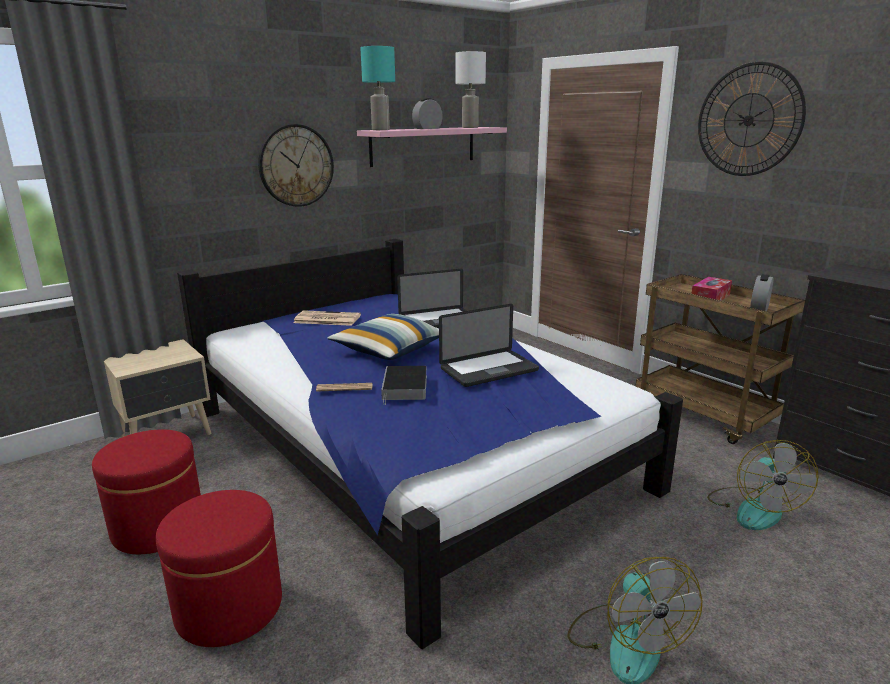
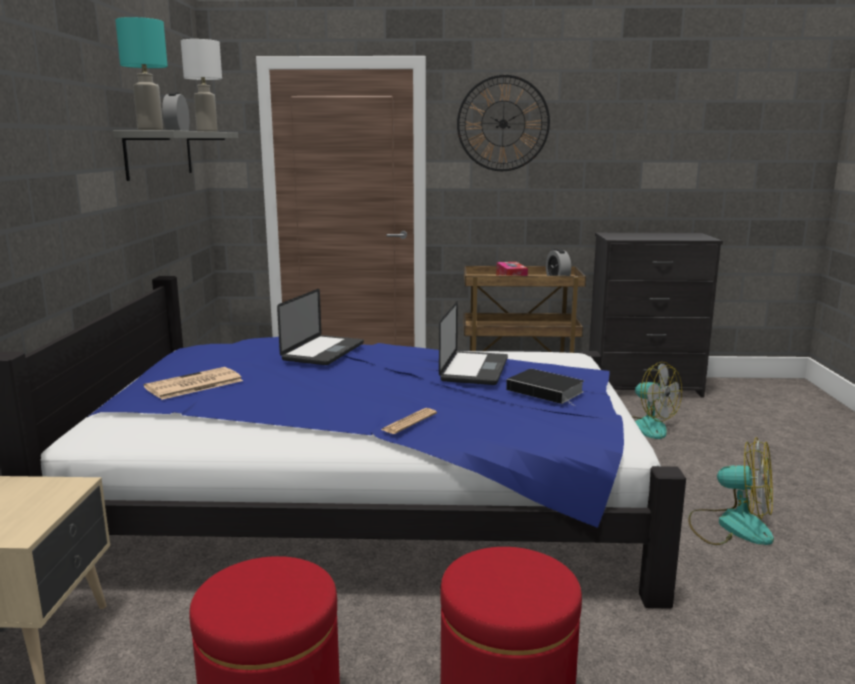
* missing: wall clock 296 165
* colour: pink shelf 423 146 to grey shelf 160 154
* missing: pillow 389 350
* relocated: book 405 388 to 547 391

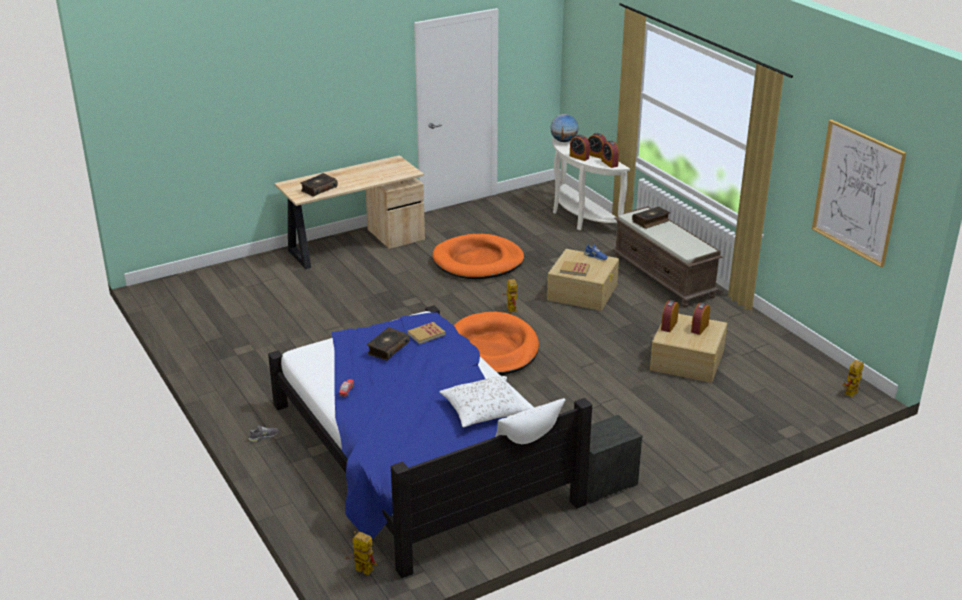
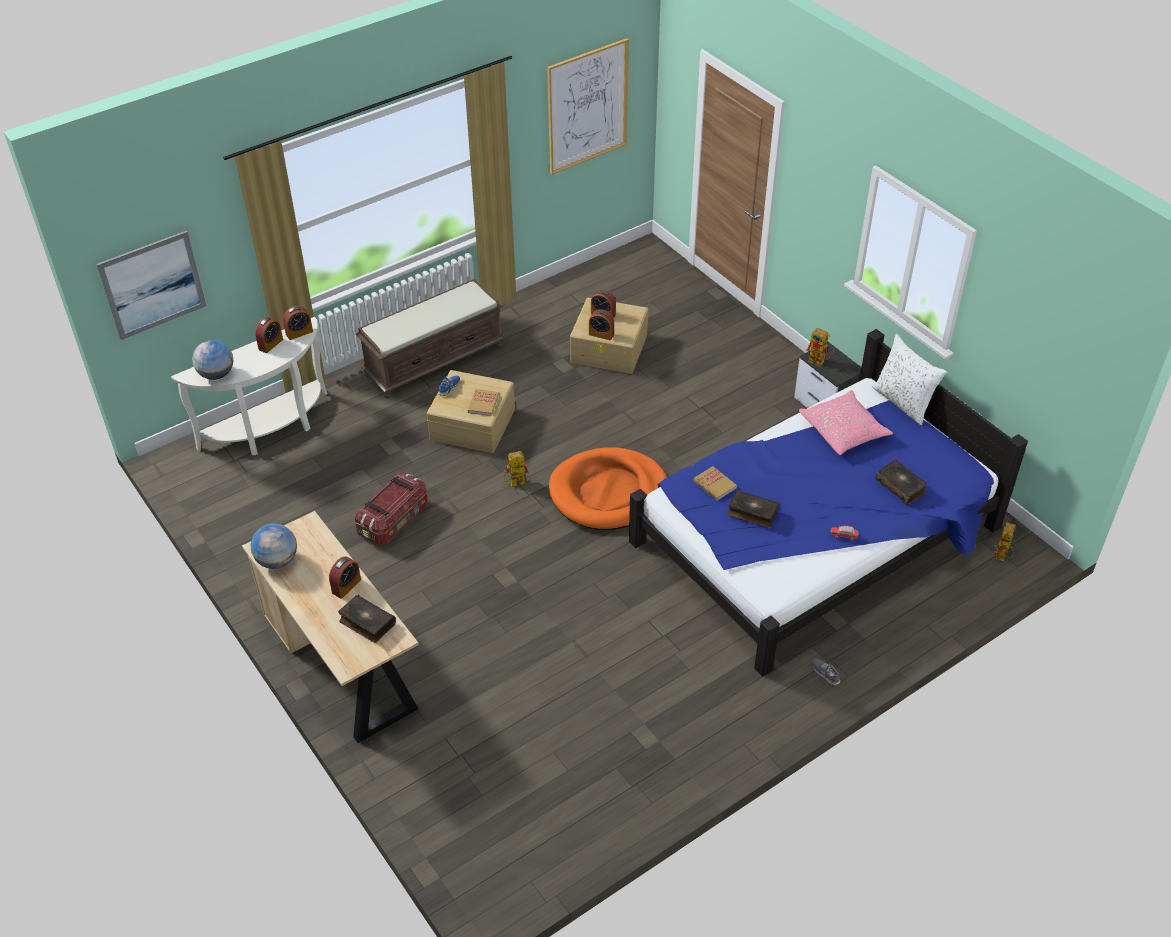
* relocated: alarm clock 579 157 to 346 586
* relocated: book 651 221 to 900 486
* exchanged: orange dog bed 478 261 to storage box 395 521
* relocated: toy robot 850 395 to 819 362
* colour: white pillow 484 411 to pink pillow 844 430
* appeared: picture 152 285
* appeared: globe 277 560

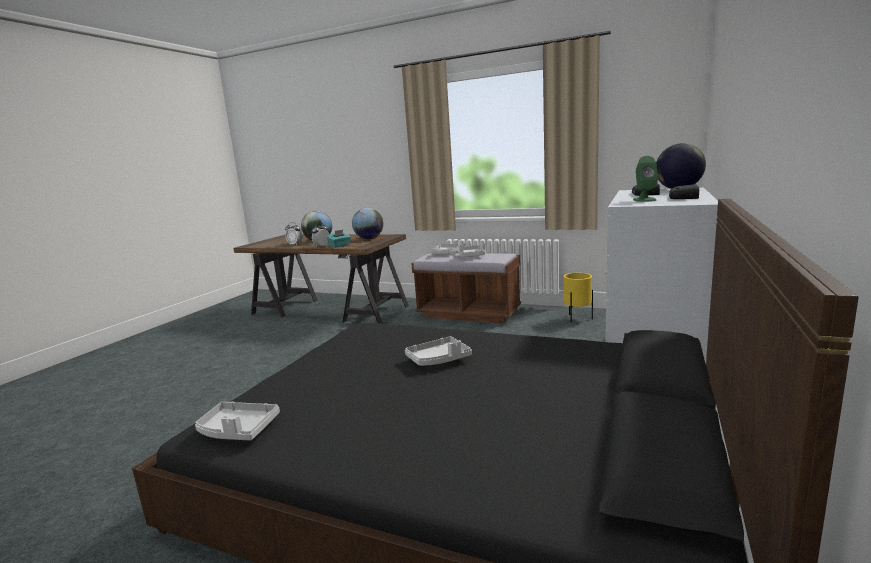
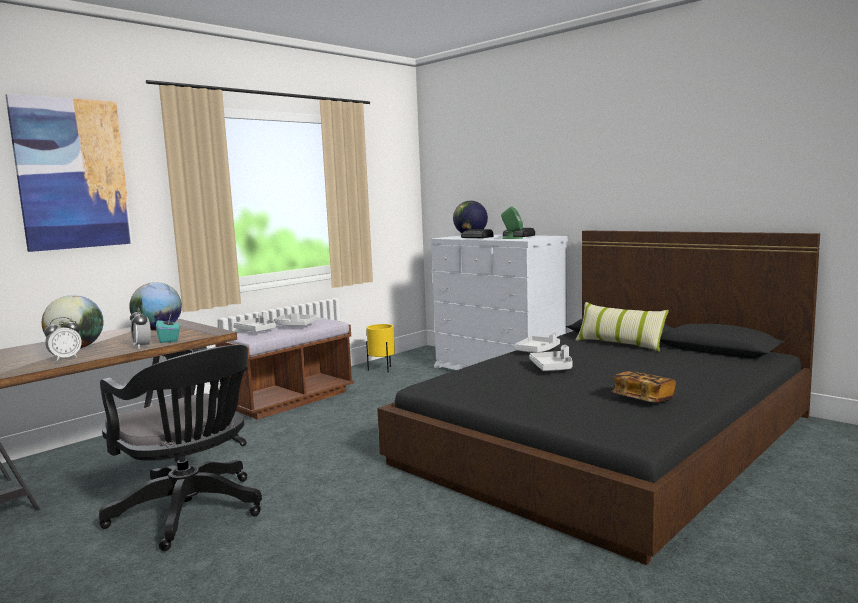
* relocated: grey tray 238 430 to 537 351
* appeared: picture 72 174
* appeared: pillow 619 344
* appeared: black office chair 192 513
* appeared: book 643 399

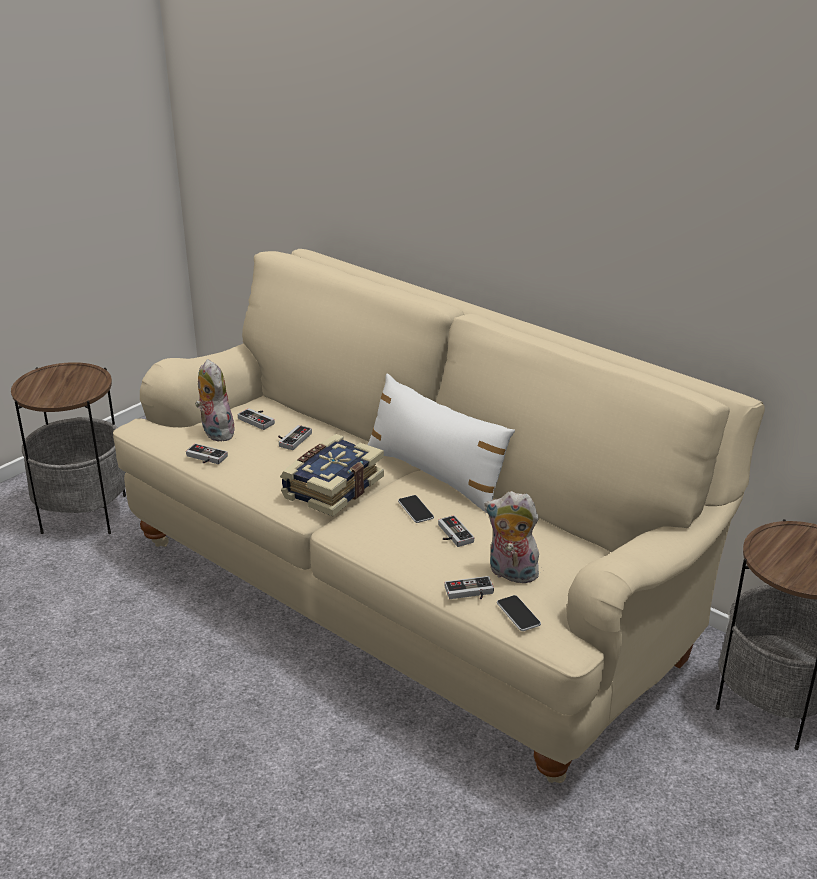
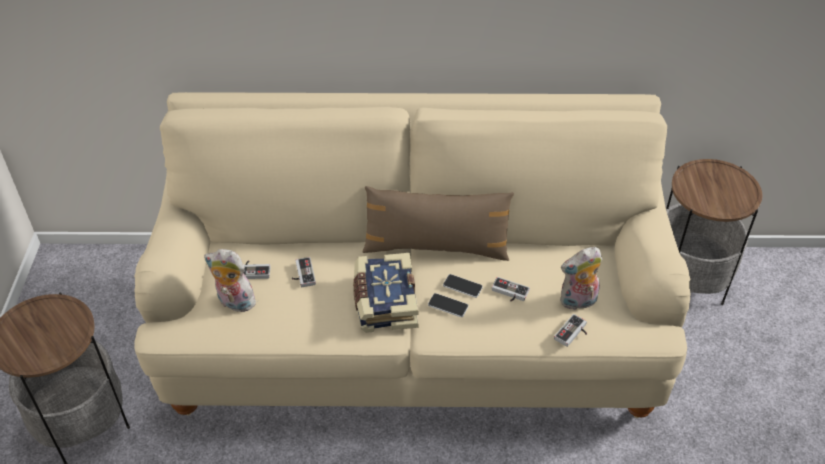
* colour: white pillow 436 475 to brown pillow 436 247
* missing: game controller 204 458
* relocated: phone 518 614 to 448 306

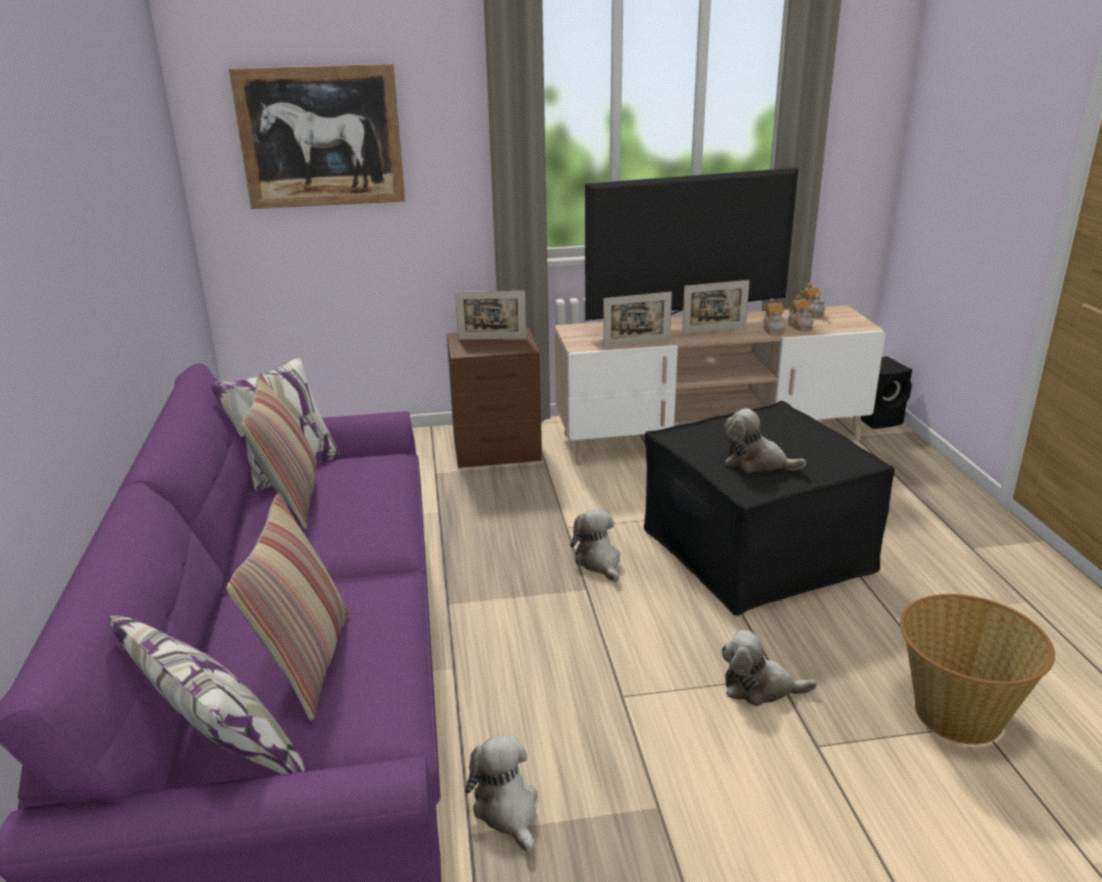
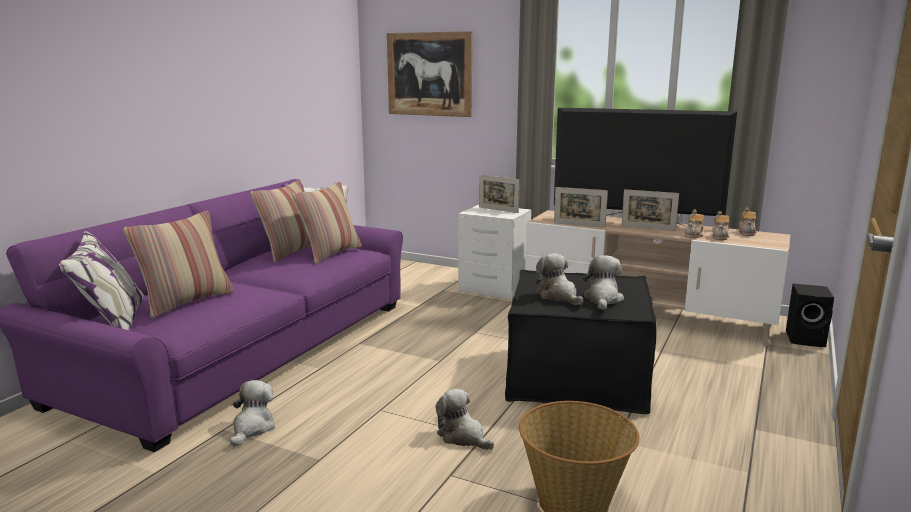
* colour: brown nightstand 498 450 to white nightstand 495 289
* relocated: plush toy 598 562 to 602 299
* appeared: pillow 331 254

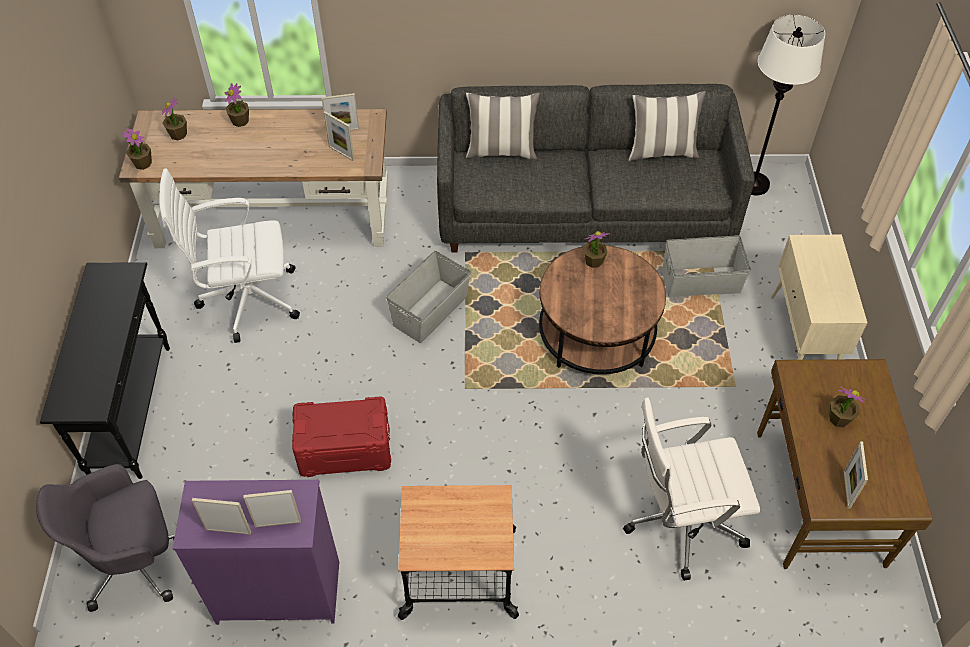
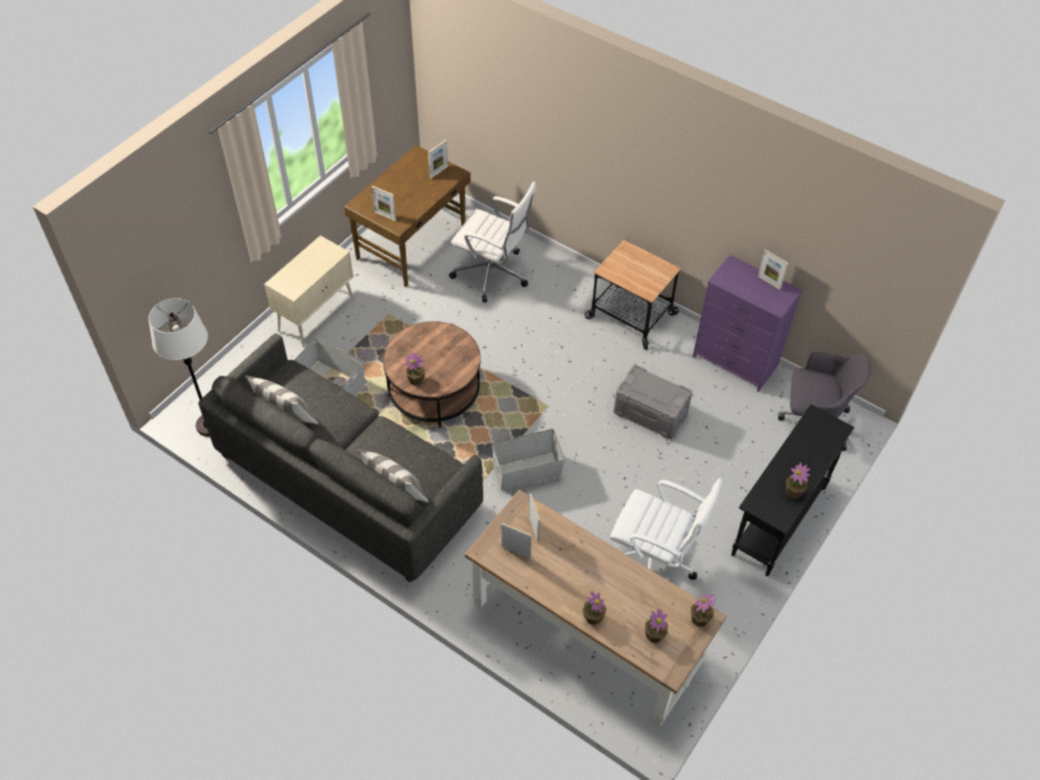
* relocated: potted plant 839 418 to 793 492
* colour: red storage box 344 449 to grey storage box 650 413
* relocated: picture frame 278 523 to 385 216

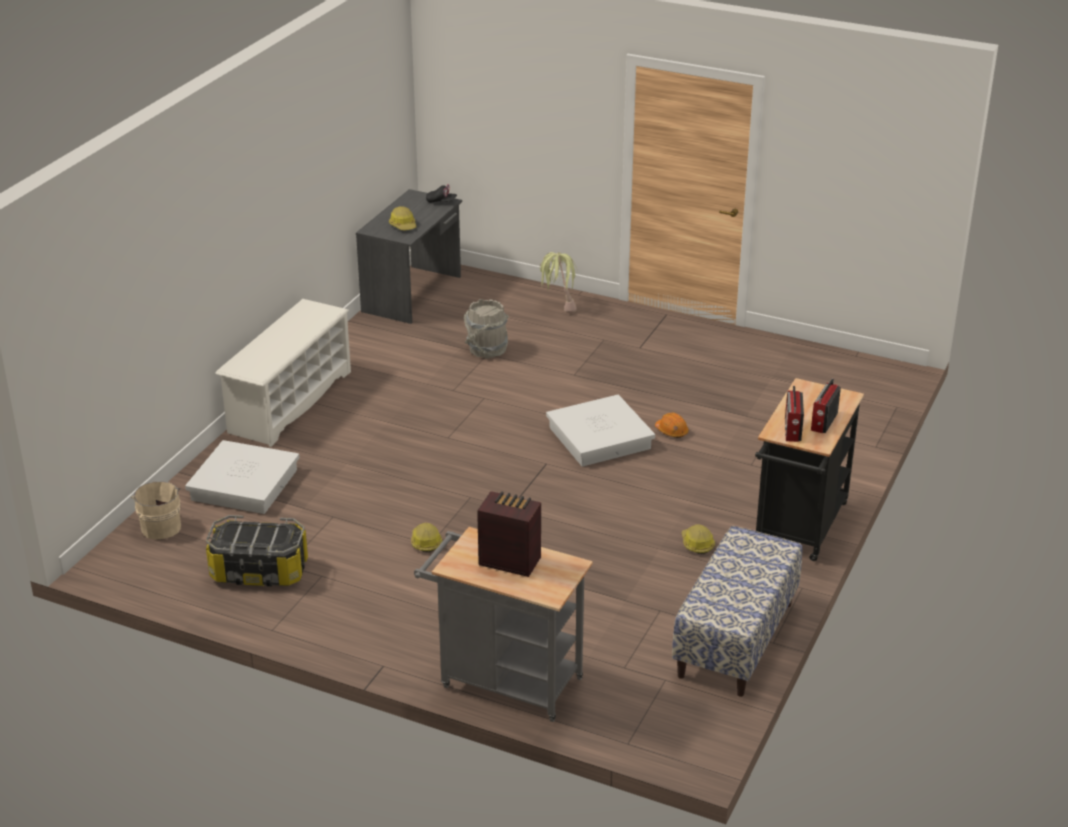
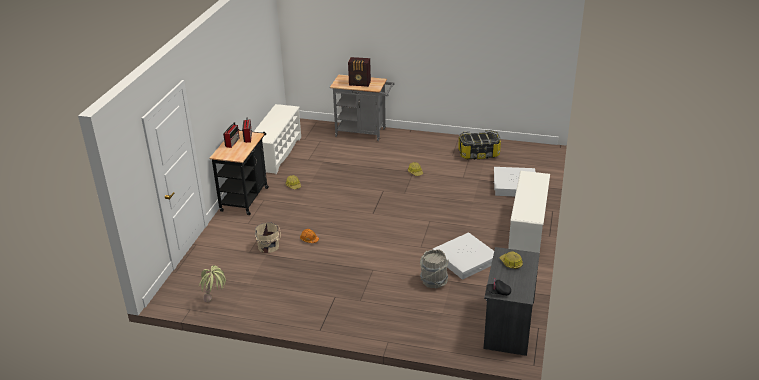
* relocated: potted plant 558 308 to 216 303
* relocated: white storage box 600 438 to 465 260
* relocated: beige bucket 161 526 to 268 247
* exchanged: bench 736 640 to white shoe rack 277 153

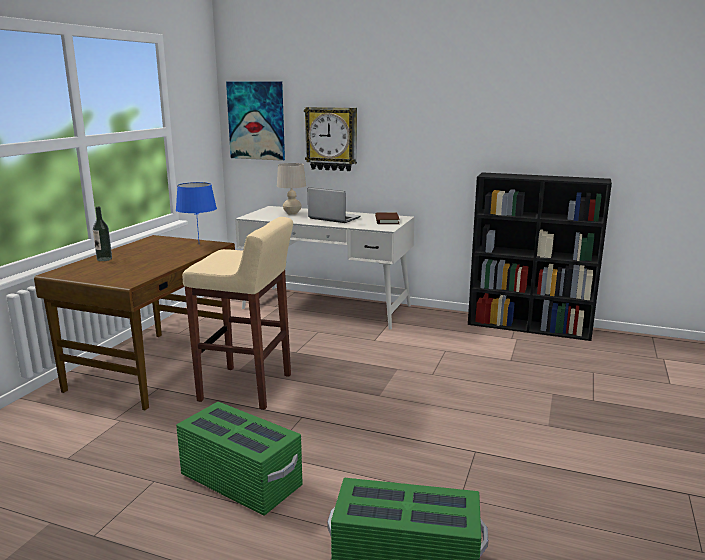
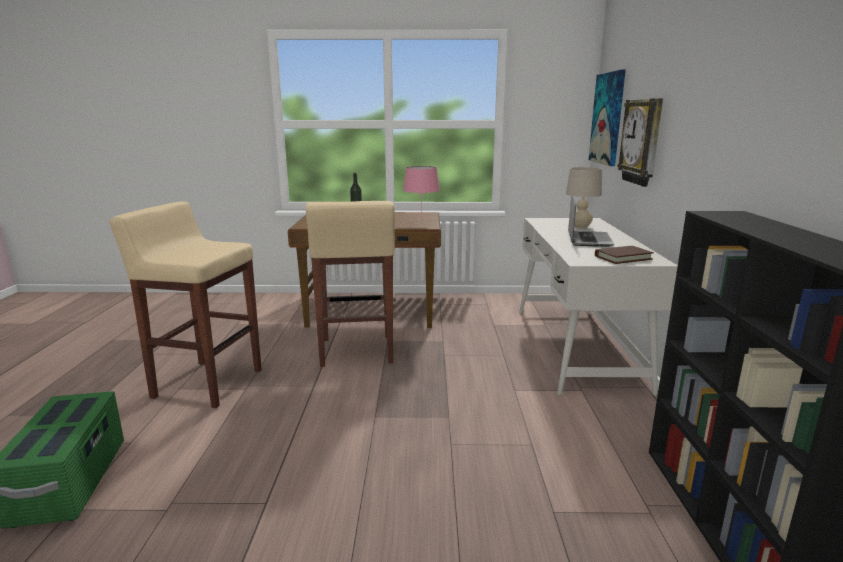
* colour: blue table lamp 199 244 to pink table lamp 421 223
* exchanged: green storage box 241 481 to beige stool 207 383

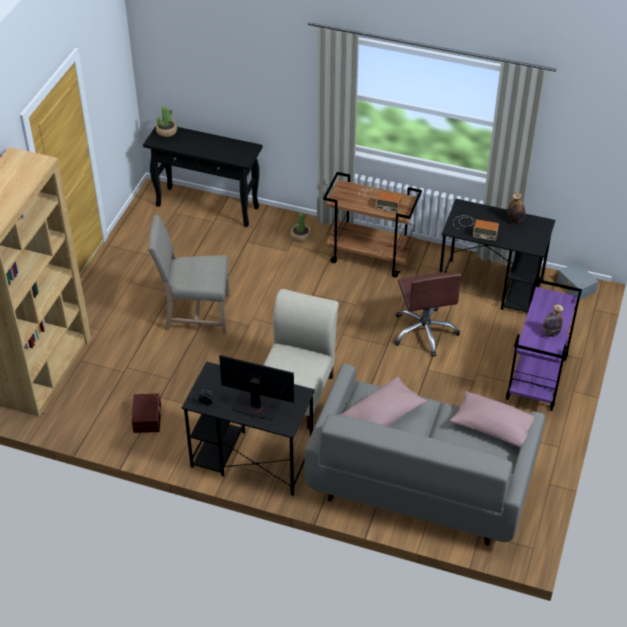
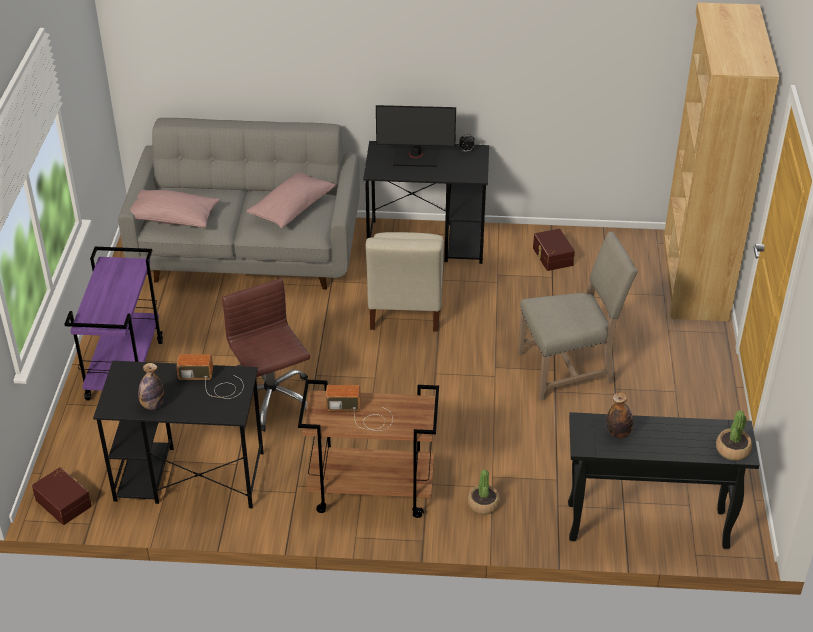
* colour: grey storage box 575 287 to brown storage box 64 502
* relocated: bottle 550 333 to 618 433

